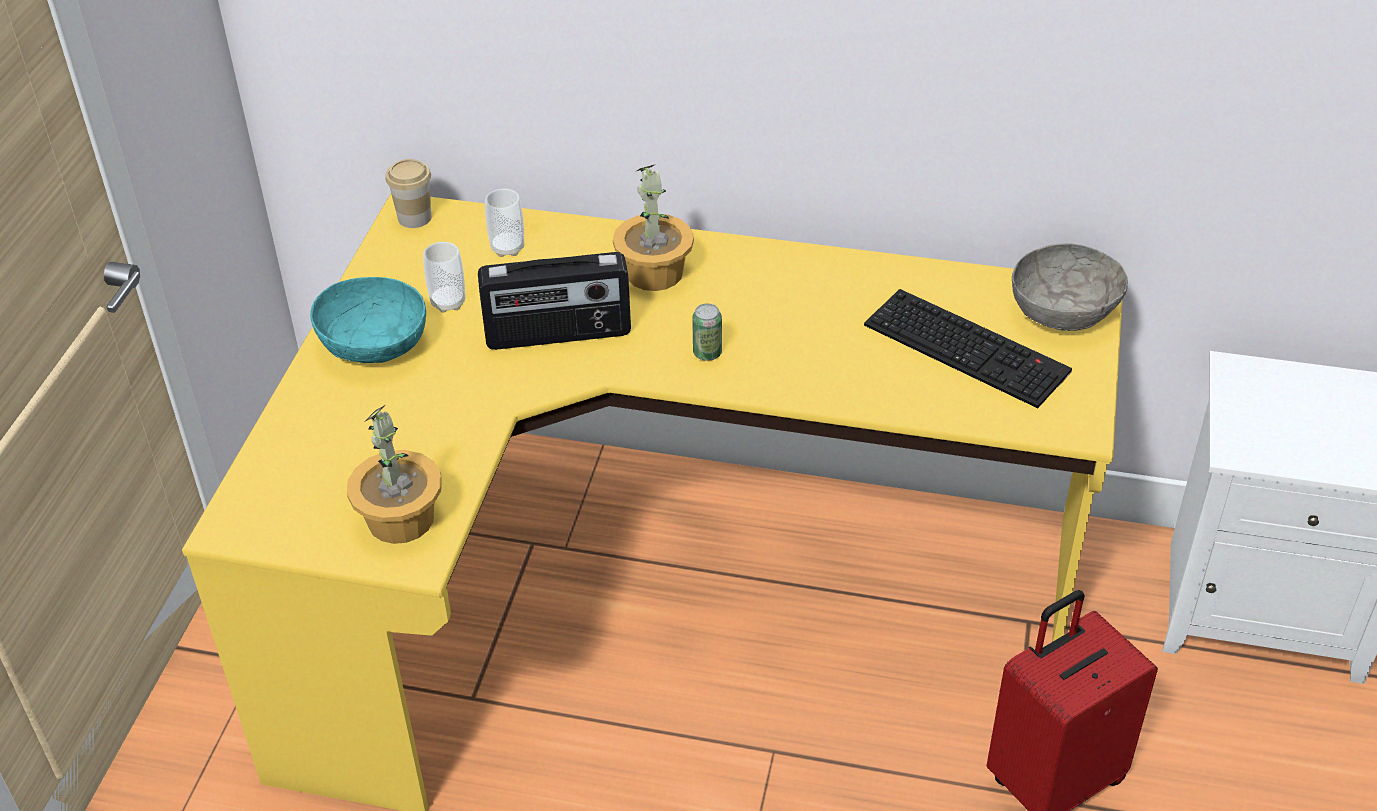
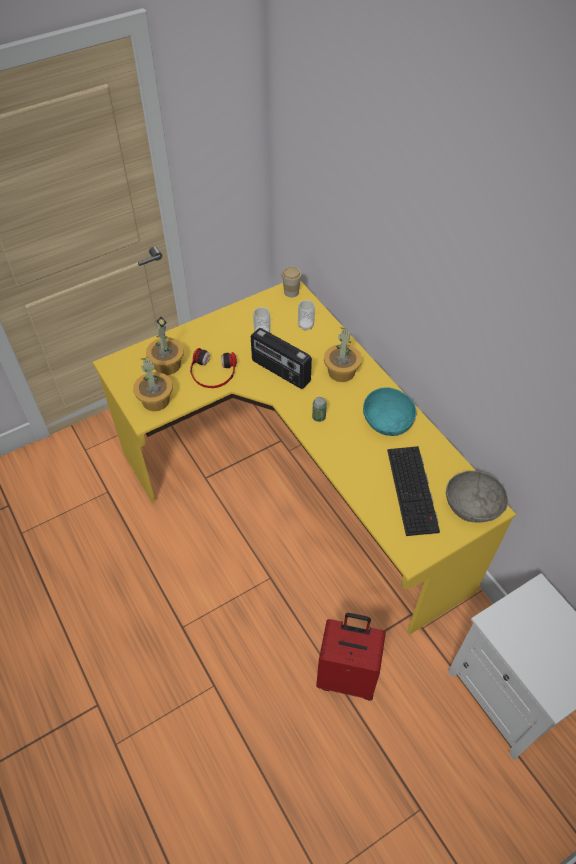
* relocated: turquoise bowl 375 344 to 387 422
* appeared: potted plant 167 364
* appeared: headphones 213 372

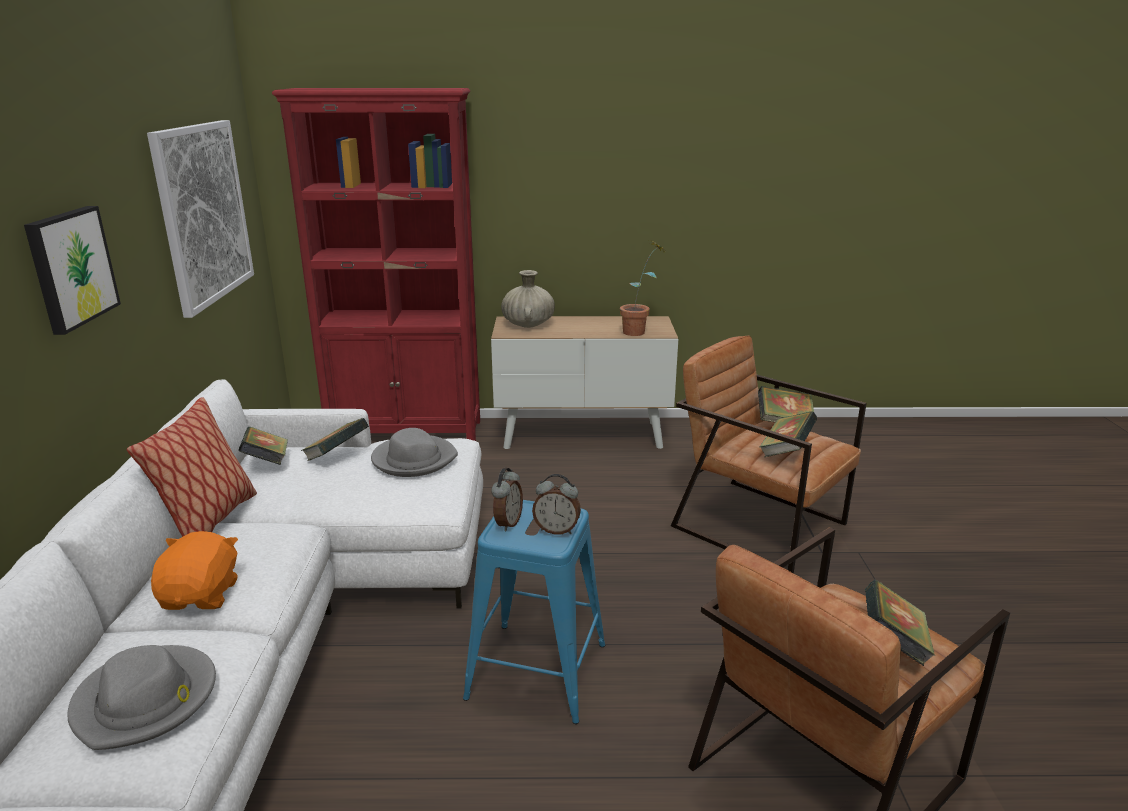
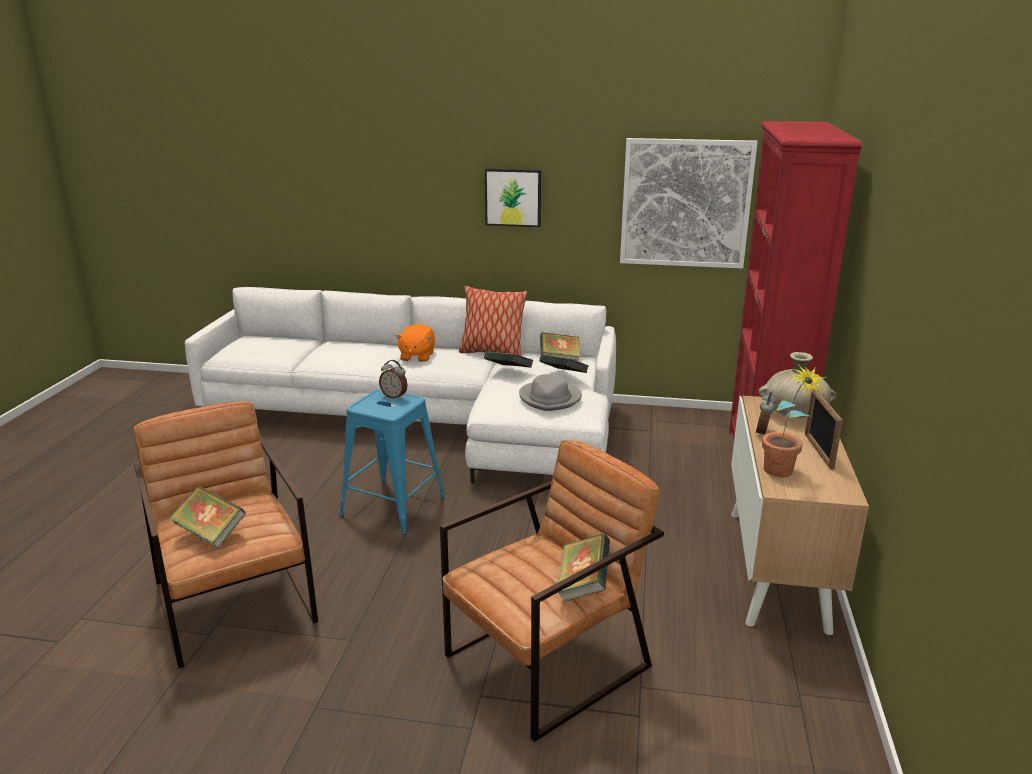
* relocated: book 786 450 to 508 372
* relocated: alarm clock 557 530 to 763 433
* spun: orange plush toy 202 595 = 416 356 90 degrees clockwise
* missing: grey hat 146 700
* appeared: picture frame 818 451

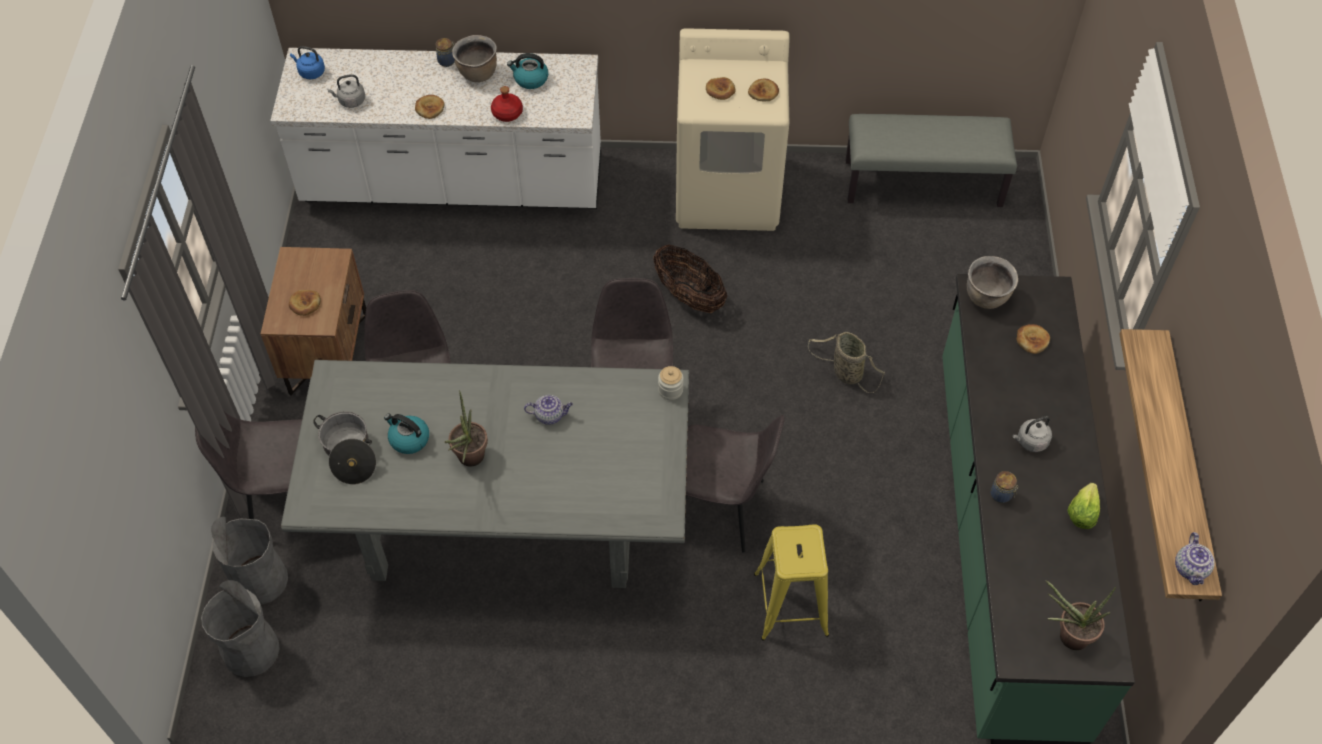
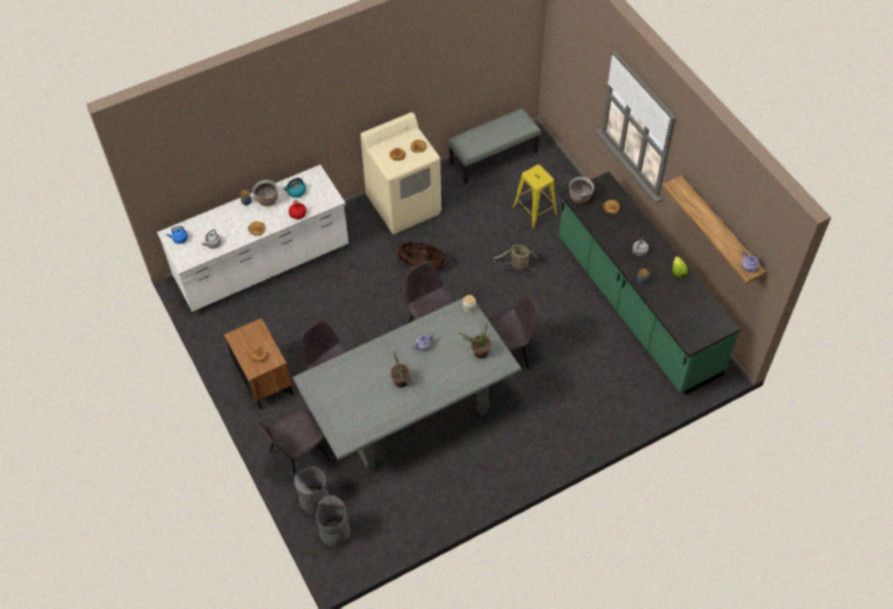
* missing: cooking pot 349 454
* missing: kettle 408 439
* relocated: yellow stool 791 604 to 534 211
* relocated: potted plant 1067 635 to 477 353

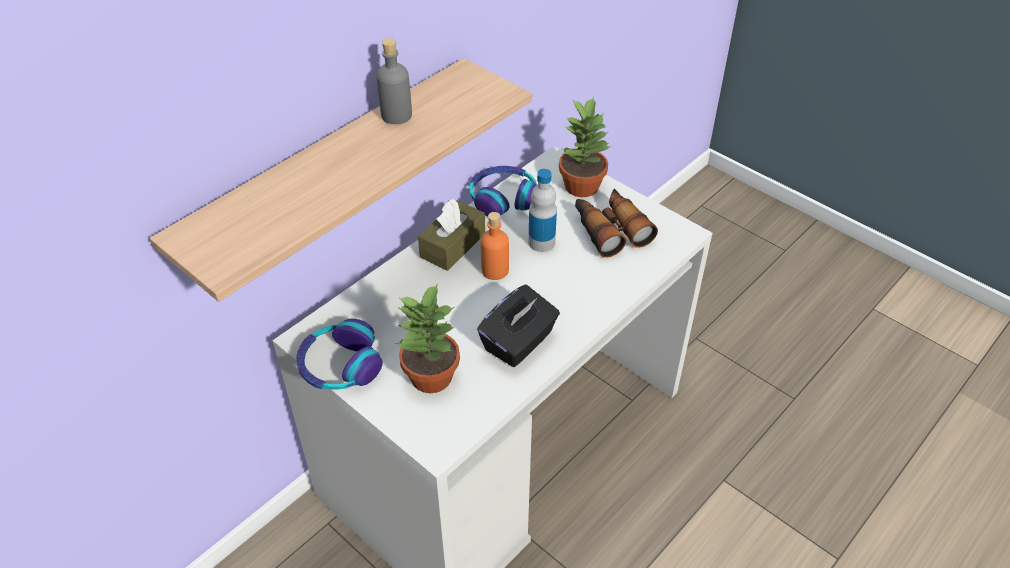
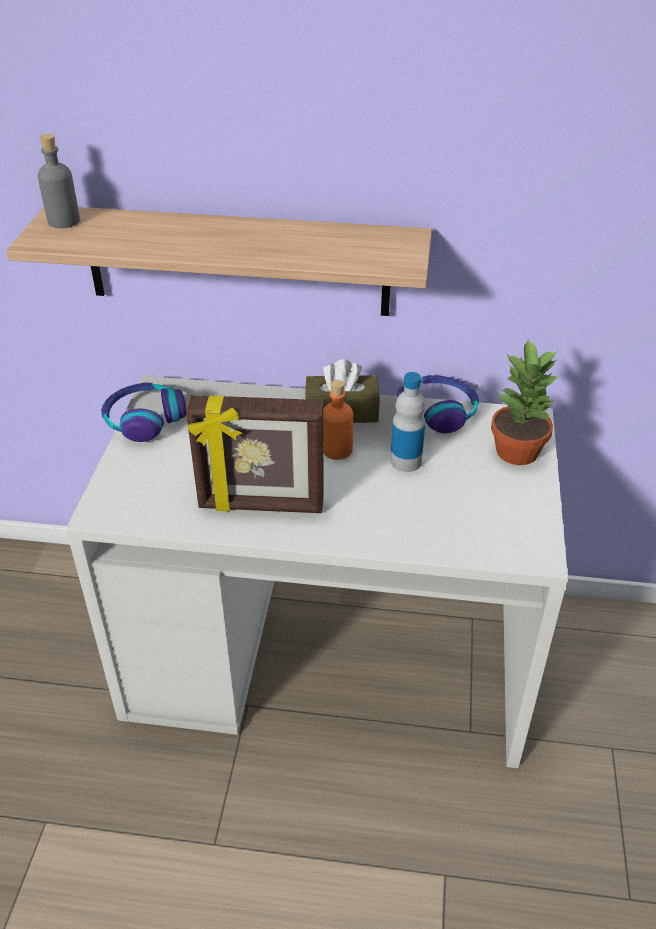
* relocated: grey bottle 396 115 to 64 221
* missing: binoculars 610 229
* missing: potted plant 430 377
* exchanged: black tissue box 519 342 to picture frame 261 506

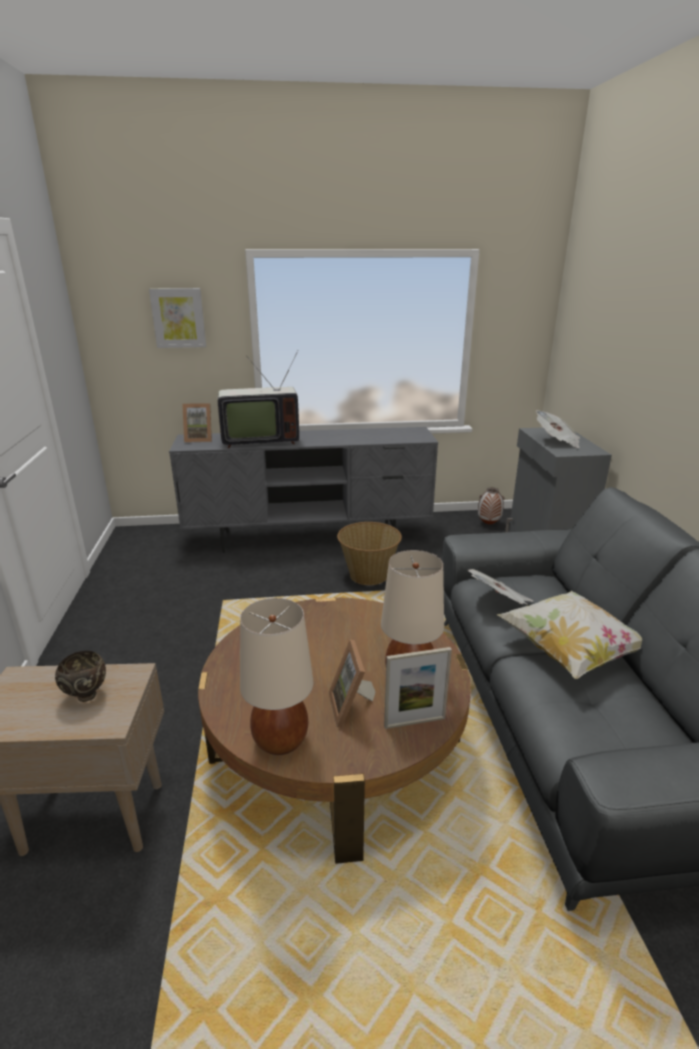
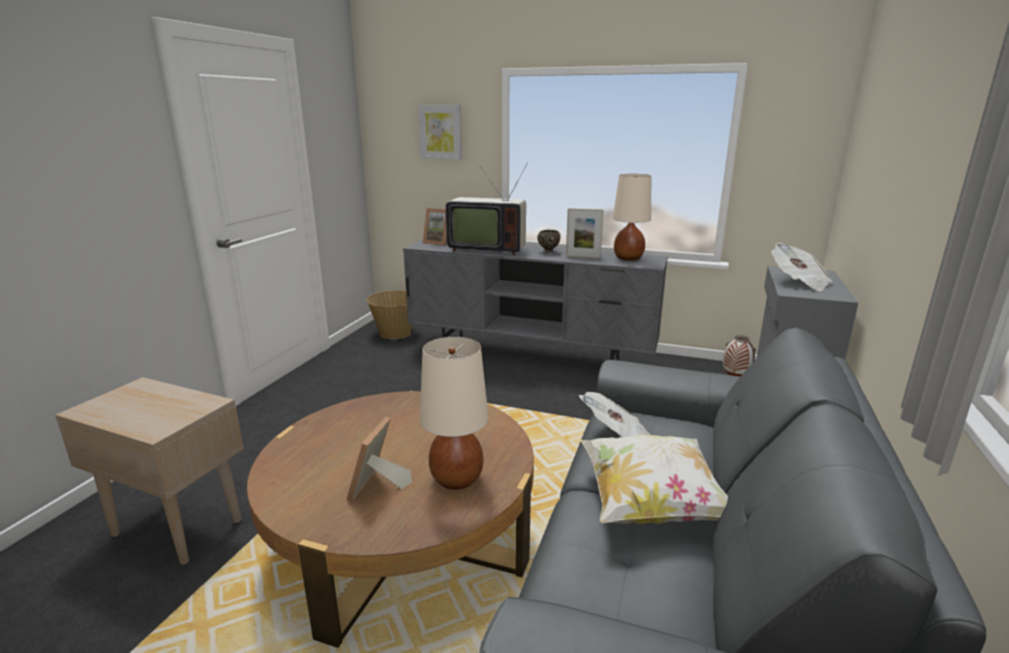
* relocated: basket 368 575 to 395 333
* relocated: beige table lamp 280 741 to 628 258
* relocated: picture frame 414 722 to 583 257
* relocated: brown bowl 86 695 to 548 251

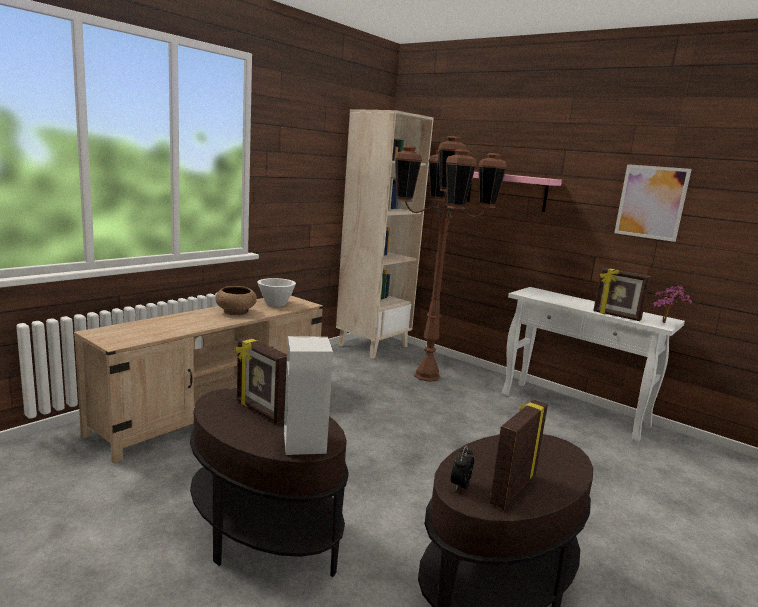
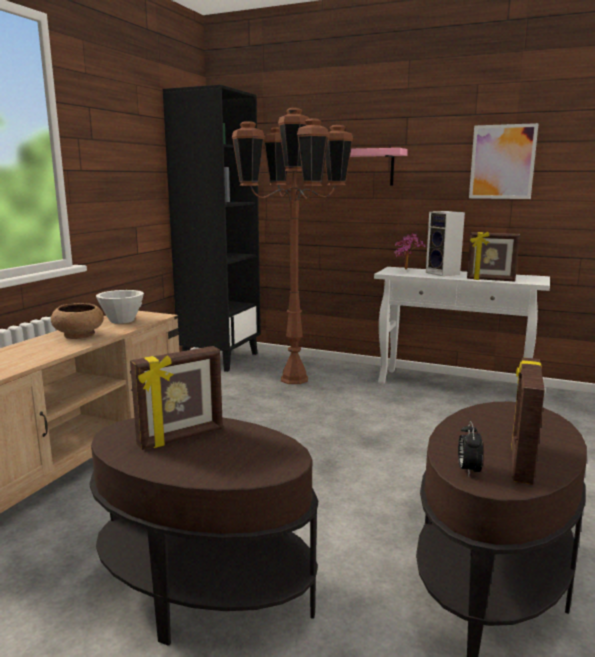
* colour: beige bookcase 373 346 to black bookcase 220 358
* relocated: potted plant 666 324 to 408 270
* relocated: speaker 306 444 to 444 273
* spun: picture frame 259 411 = 181 438 60 degrees counterclockwise

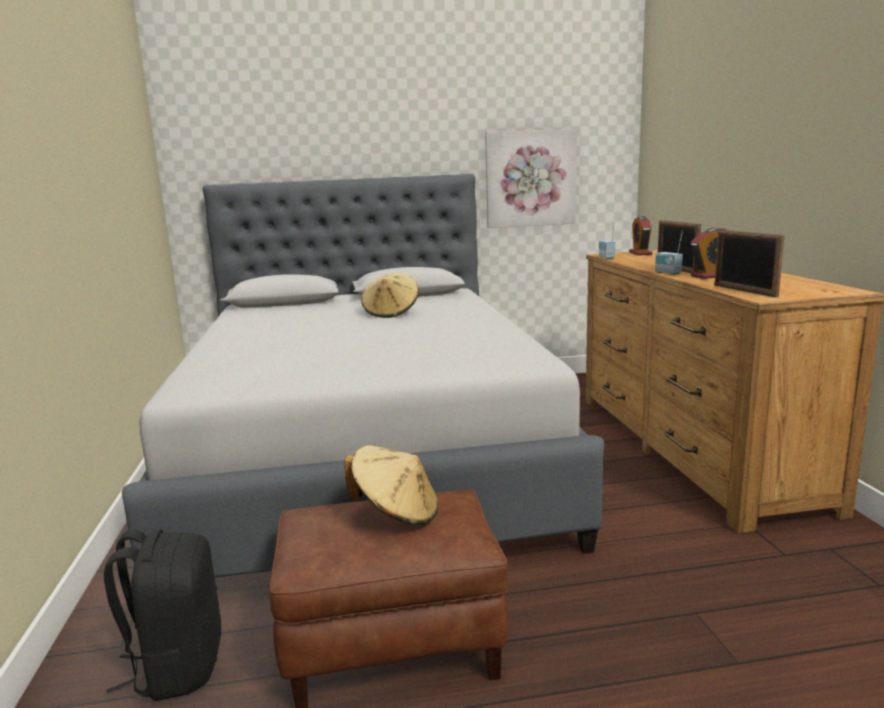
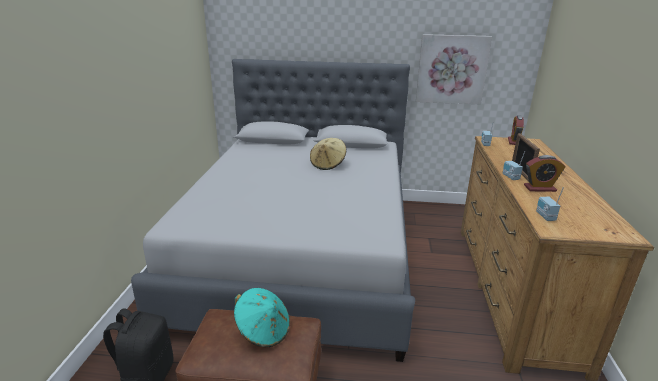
* exchanged: picture frame 744 291 to radio 544 216
* colour: beige hat 396 513 to turquoise hat 263 331

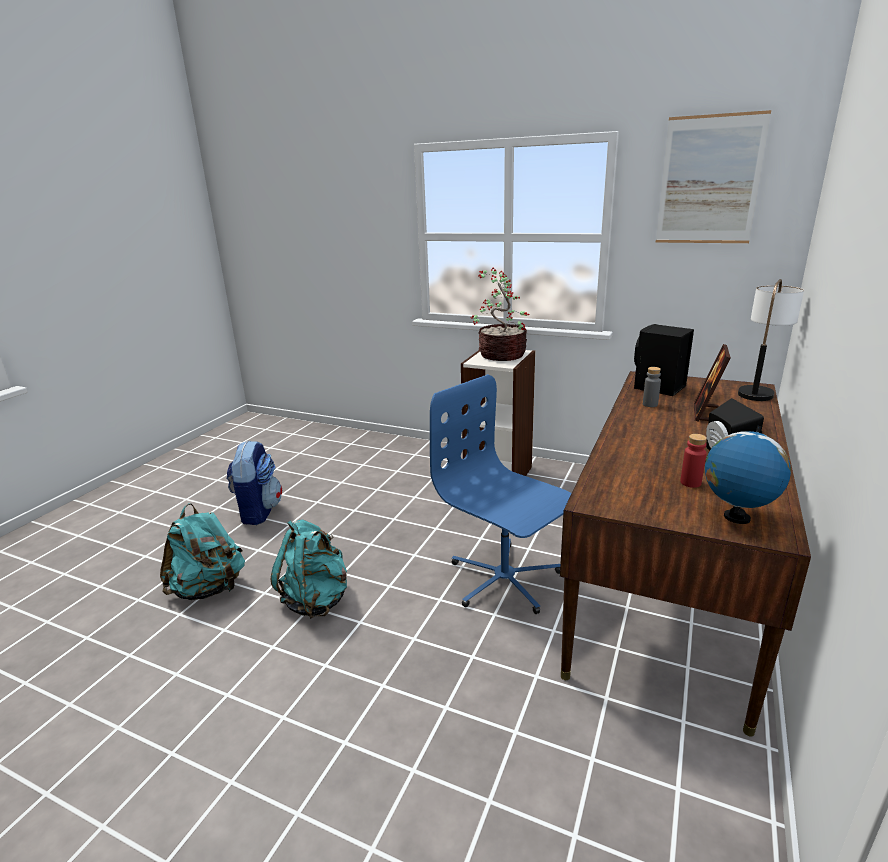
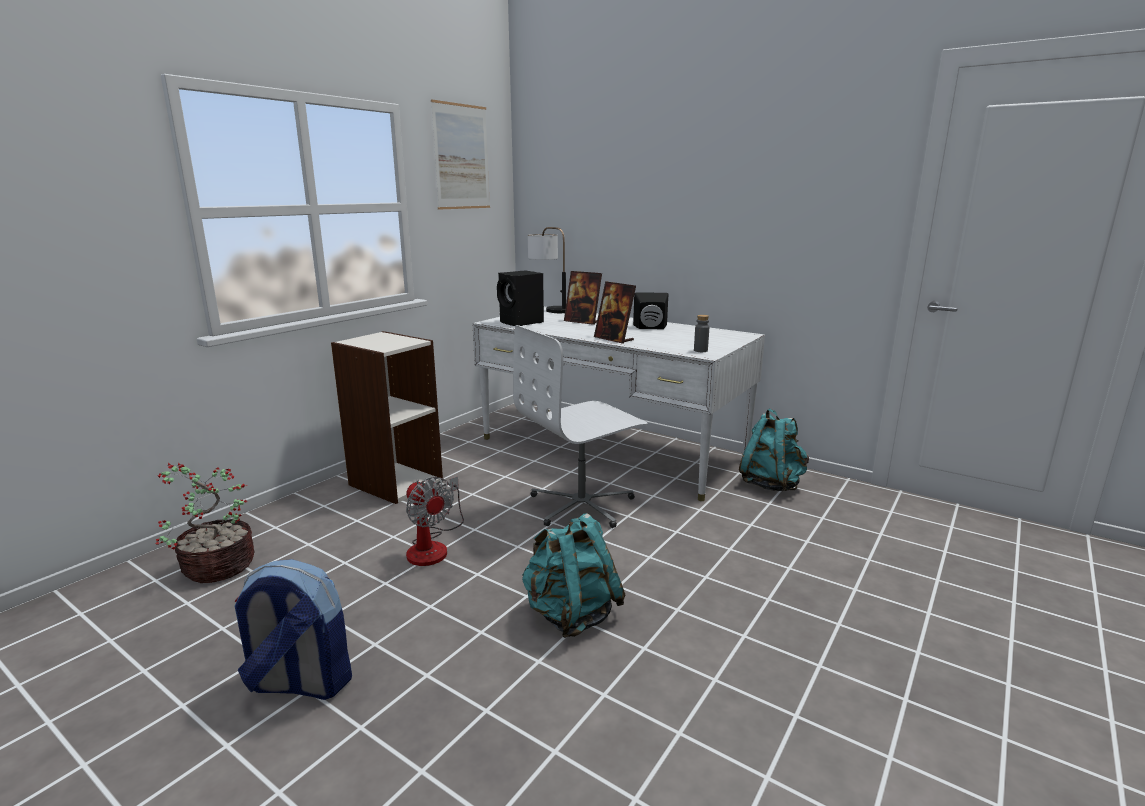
* relocated: potted plant 500 355 to 216 567
* relocated: grey bottle 650 404 to 700 350
* colour: brown desk 669 581 to white desk 610 448
* colour: blue office chair 504 579 to white office chair 582 505
* missing: globe 736 517
* missing: red bottle 690 483
* relocated: turquoise backpack 209 589 to 771 484
* appeared: picture frame 614 339
* appeared: fan 433 546

